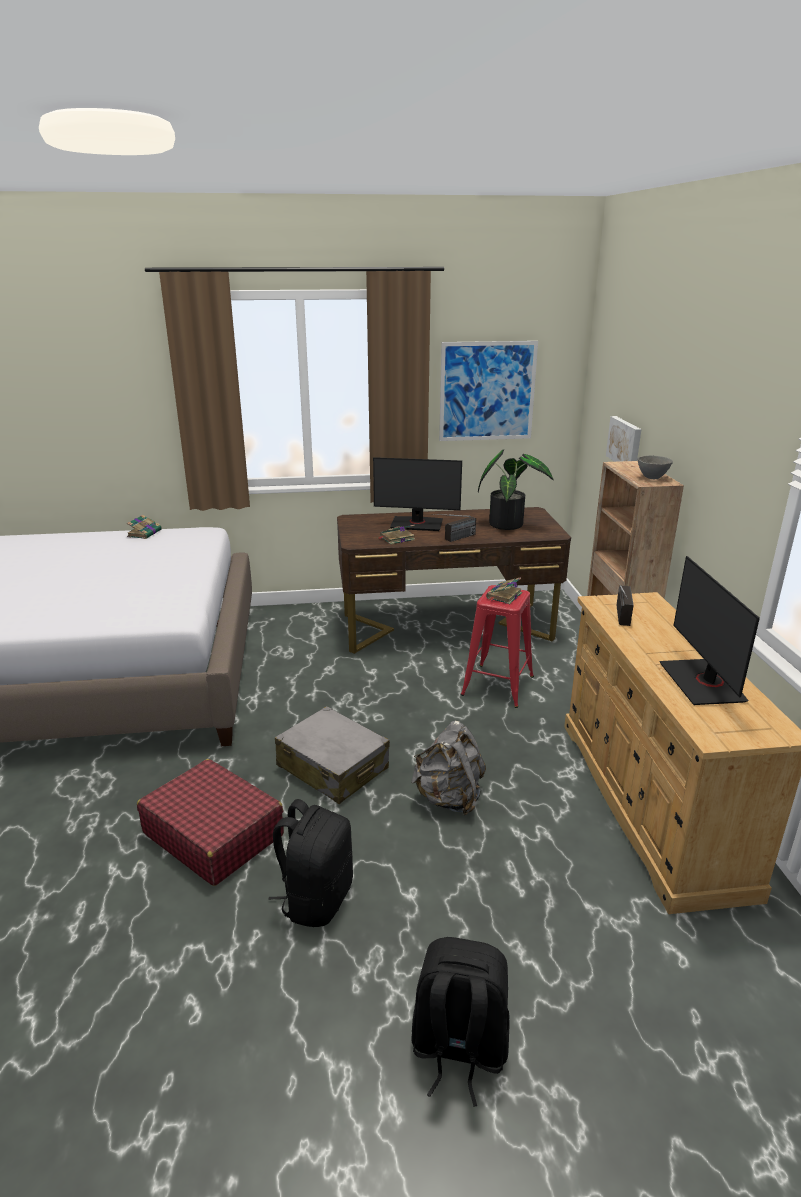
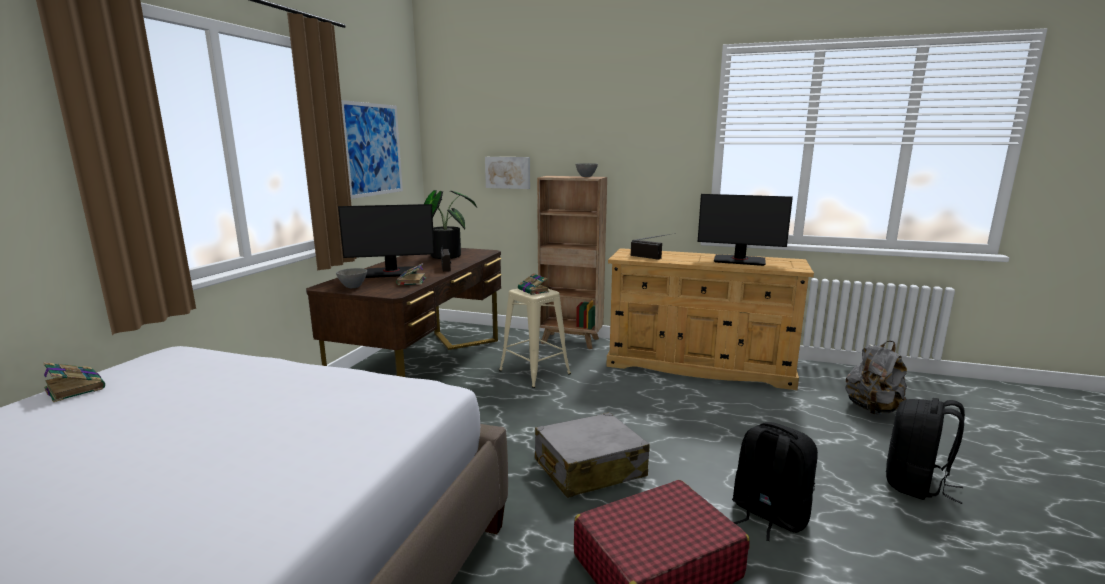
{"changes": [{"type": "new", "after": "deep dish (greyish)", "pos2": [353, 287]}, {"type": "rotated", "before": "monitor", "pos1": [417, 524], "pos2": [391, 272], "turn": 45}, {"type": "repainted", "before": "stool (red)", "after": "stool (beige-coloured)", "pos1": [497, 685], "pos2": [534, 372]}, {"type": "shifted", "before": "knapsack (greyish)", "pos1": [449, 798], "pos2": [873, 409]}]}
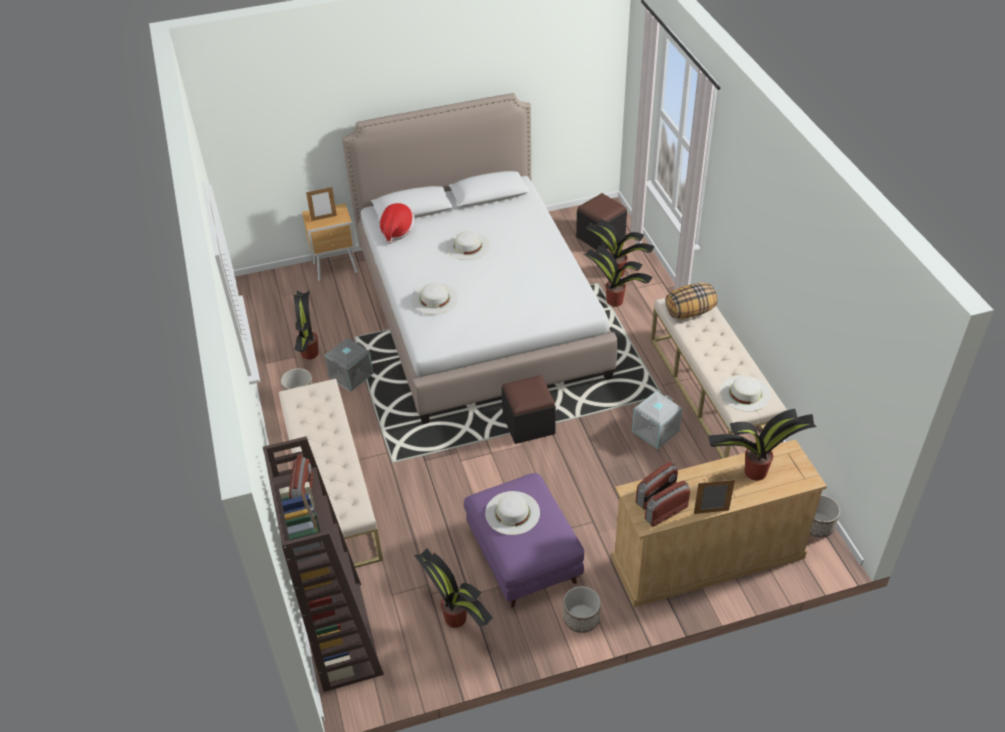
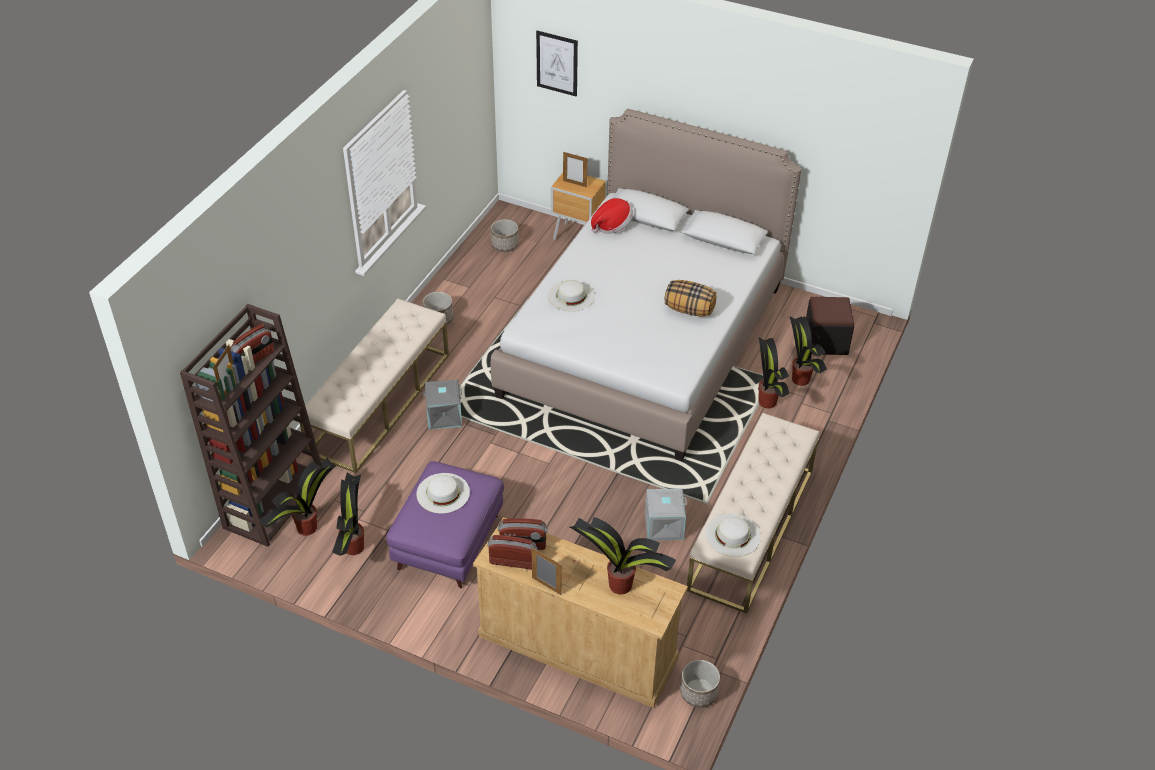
{"changes": [{"type": "shifted", "before": "potted plant", "pos1": [309, 354], "pos2": [306, 528]}, {"type": "shifted", "before": "storage container (greyish)", "pos1": [350, 375], "pos2": [444, 415]}, {"type": "shifted", "before": "flower pot", "pos1": [581, 618], "pos2": [505, 245]}, {"type": "new", "after": "wall picture", "pos2": [557, 63]}, {"type": "shifted", "before": "pillow", "pos1": [689, 312], "pos2": [689, 310]}, {"type": "gone", "before": "clothing hat (white)", "pos1": [467, 246]}, {"type": "gone", "before": "pouffe (black-coloured)", "pos1": [528, 424]}]}
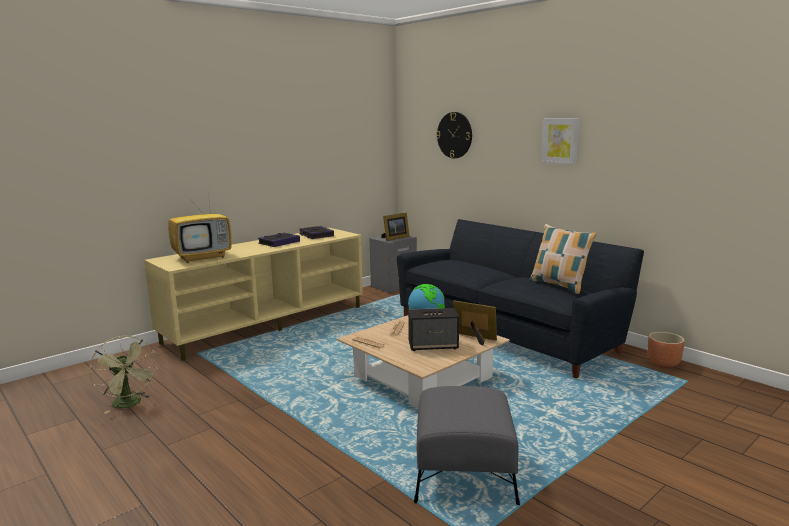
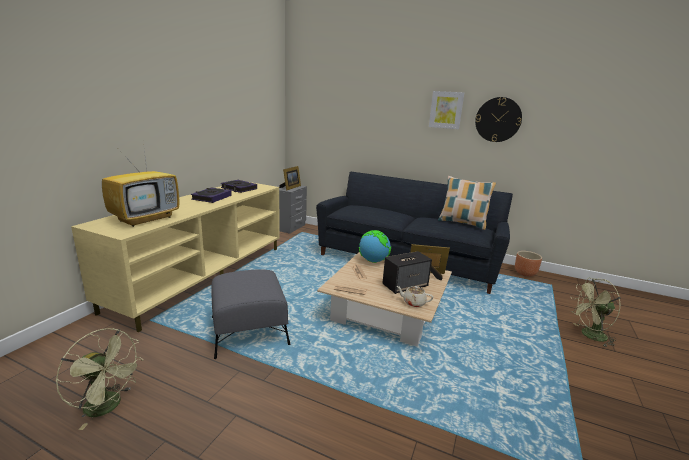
{"changes": [{"type": "shifted", "before": "pouffe (greyish)", "pos1": [464, 472], "pos2": [249, 330]}, {"type": "new", "after": "pot for tea (beige-coloured)", "pos2": [413, 302]}, {"type": "shifted", "before": "clock on the wall", "pos1": [454, 135], "pos2": [498, 119]}, {"type": "new", "after": "fan (green)", "pos2": [589, 335]}]}
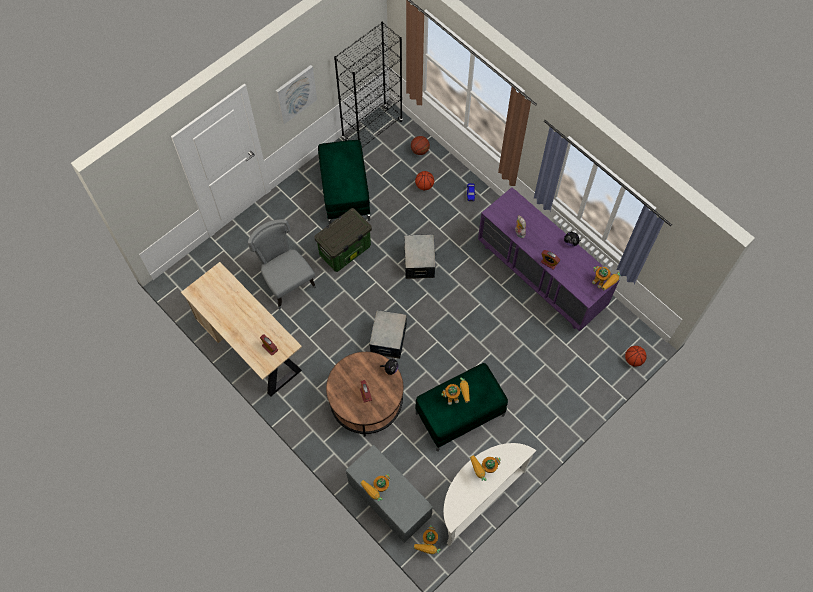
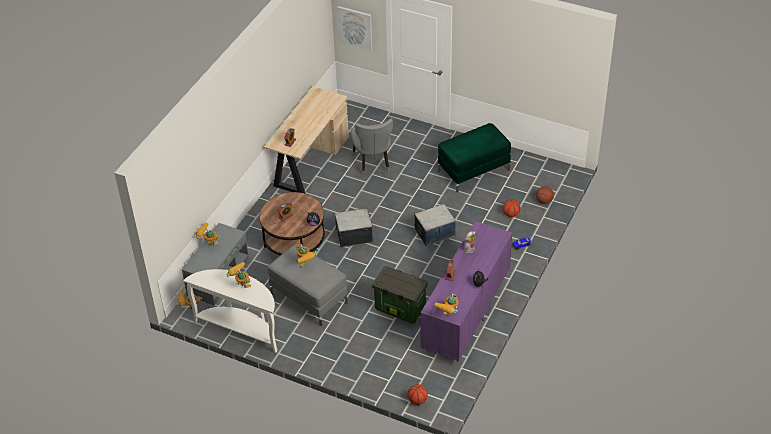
{"changes": [{"type": "repainted", "before": "pouffe (green)", "after": "pouffe (greyish)", "pos1": [460, 413], "pos2": [309, 297]}, {"type": "shifted", "before": "wall picture", "pos1": [296, 94], "pos2": [355, 28]}, {"type": "rotated", "before": "chair (greyish)", "pos1": [286, 282], "pos2": [373, 164], "turn": 135}, {"type": "shifted", "before": "storage container", "pos1": [345, 251], "pos2": [399, 308]}, {"type": "gone", "before": "shelving unit (black-coloured)", "pos1": [372, 130]}]}
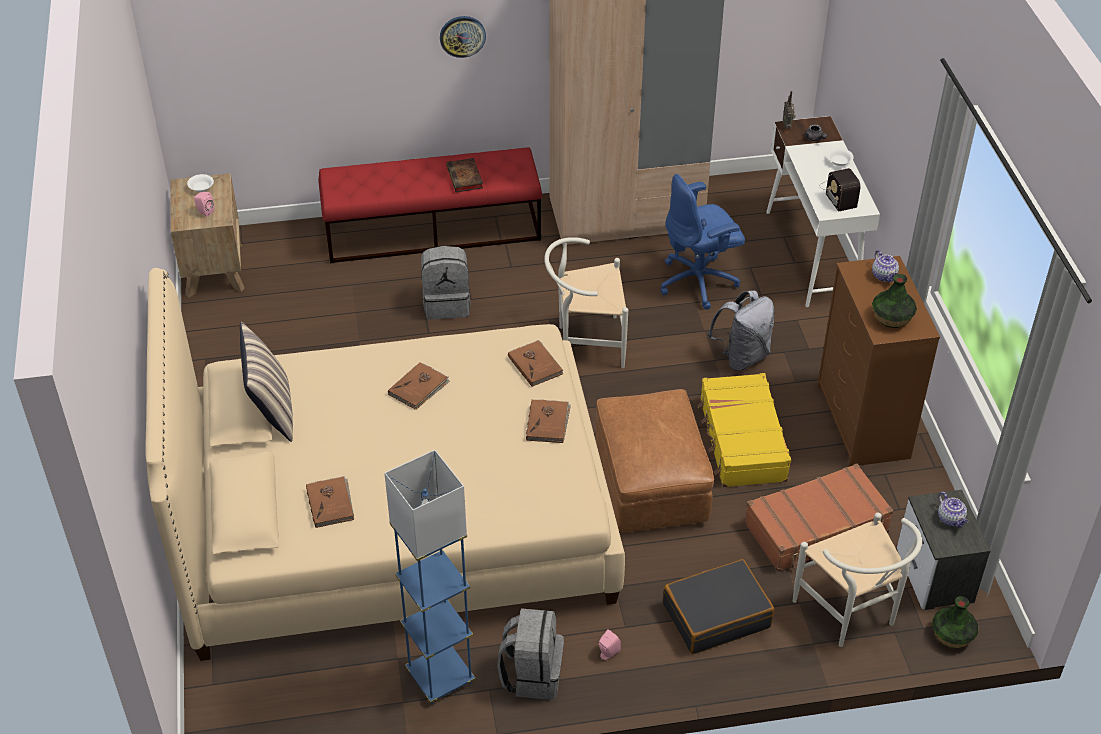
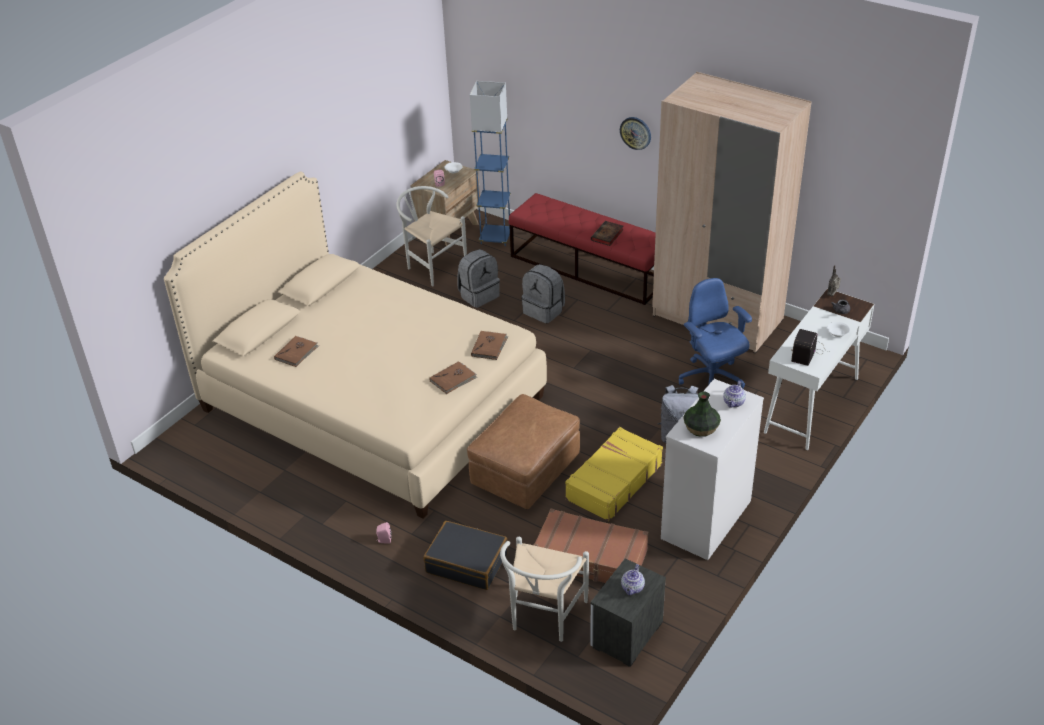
{"changes": [{"type": "shifted", "before": "chair (white)", "pos1": [585, 343], "pos2": [432, 265]}, {"type": "shifted", "before": "knapsack (greyish)", "pos1": [532, 675], "pos2": [479, 295]}, {"type": "shifted", "before": "floor lamp (bluish)", "pos1": [440, 677], "pos2": [495, 238]}, {"type": "repainted", "before": "chest of drawers (brownish)", "after": "chest of drawers (white)", "pos1": [863, 422], "pos2": [706, 520]}, {"type": "rotated", "before": "computer chair (bluish)", "pos1": [699, 282], "pos2": [711, 379], "turn": 45}, {"type": "gone", "before": "pillow", "pos1": [271, 411]}, {"type": "gone", "before": "volume (brownish)", "pos1": [419, 388]}, {"type": "gone", "before": "decorative vase", "pos1": [952, 636]}]}
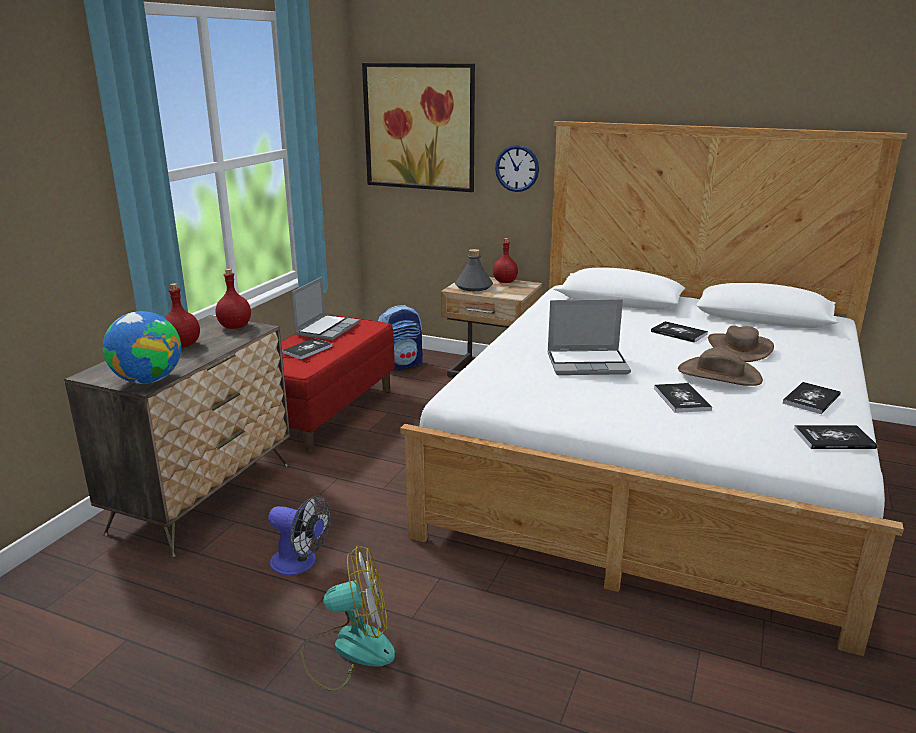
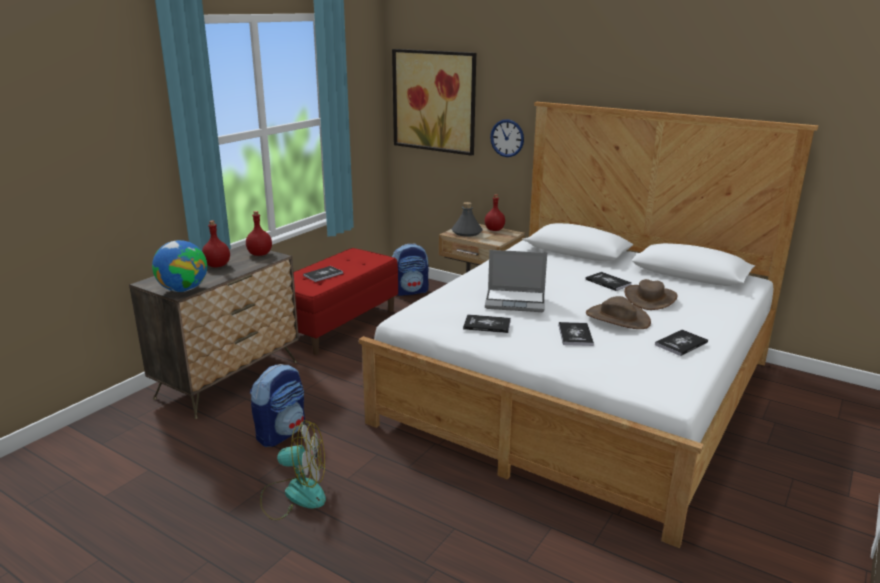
{"changes": [{"type": "swapped", "before": "fan", "after": "knapsack", "pos1": [300, 563], "pos2": [281, 433]}, {"type": "shifted", "before": "volume", "pos1": [834, 439], "pos2": [487, 325]}, {"type": "gone", "before": "portable computer", "pos1": [327, 328]}]}
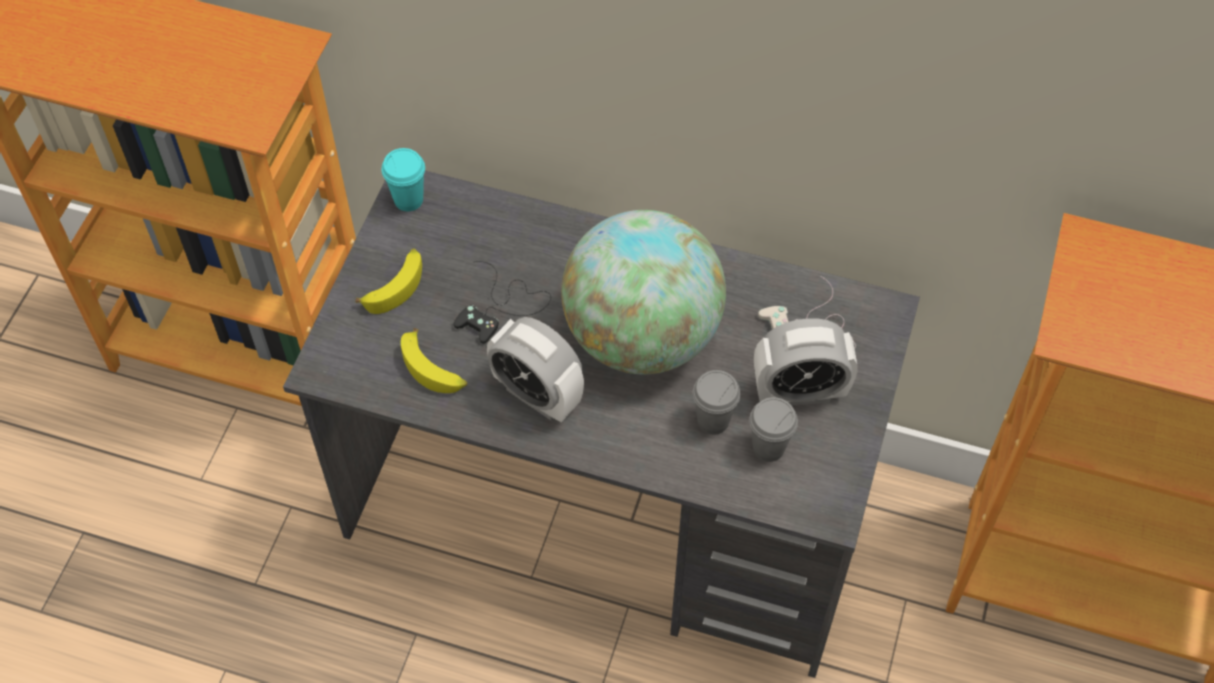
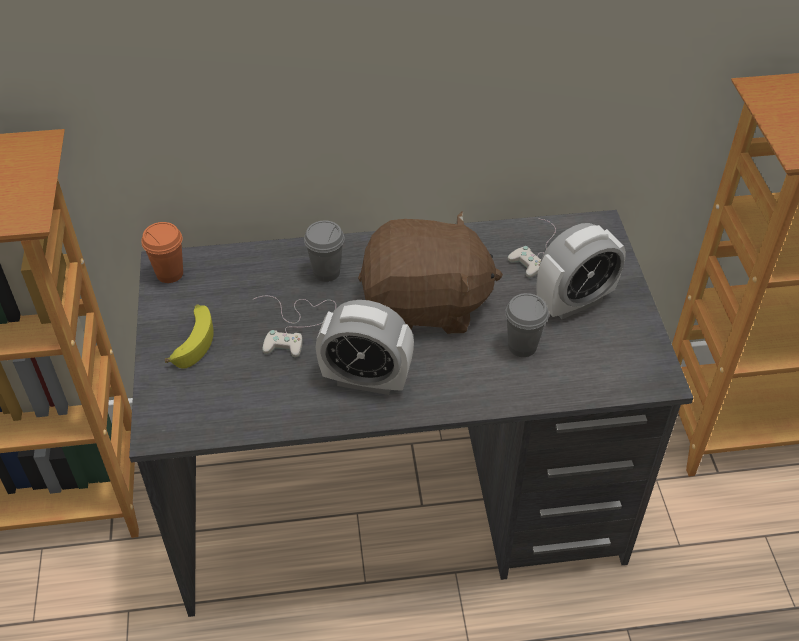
{"changes": [{"type": "repainted", "before": "cup (turquoise)", "after": "cup (orangey)", "pos1": [408, 200], "pos2": [169, 274]}, {"type": "repainted", "before": "game controller (black-coloured)", "after": "game controller (white)", "pos1": [502, 306], "pos2": [296, 324]}, {"type": "shifted", "before": "cup (greyish)", "pos1": [768, 448], "pos2": [326, 272]}, {"type": "swapped", "before": "desk globe", "after": "soft toy (brownish)", "pos1": [641, 335], "pos2": [425, 306]}, {"type": "gone", "before": "whole banana", "pos1": [434, 369]}]}
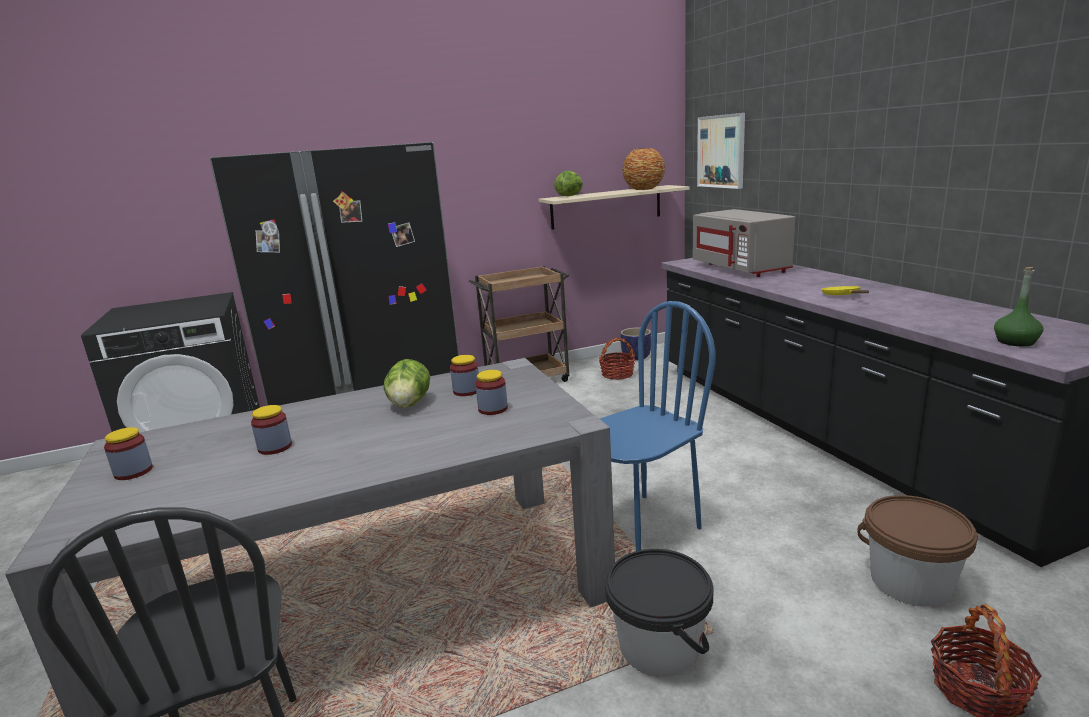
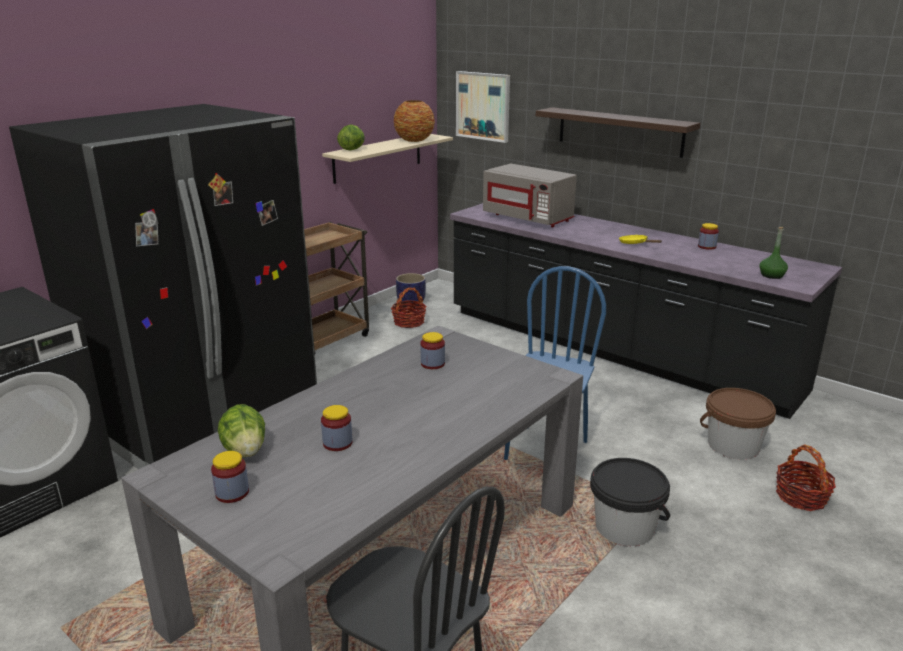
{"changes": [{"type": "shifted", "before": "lettuce", "pos1": [410, 404], "pos2": [245, 451]}, {"type": "new", "after": "wall shelf", "pos2": [619, 131]}, {"type": "shifted", "before": "preserve jar", "pos1": [493, 409], "pos2": [707, 246]}]}
